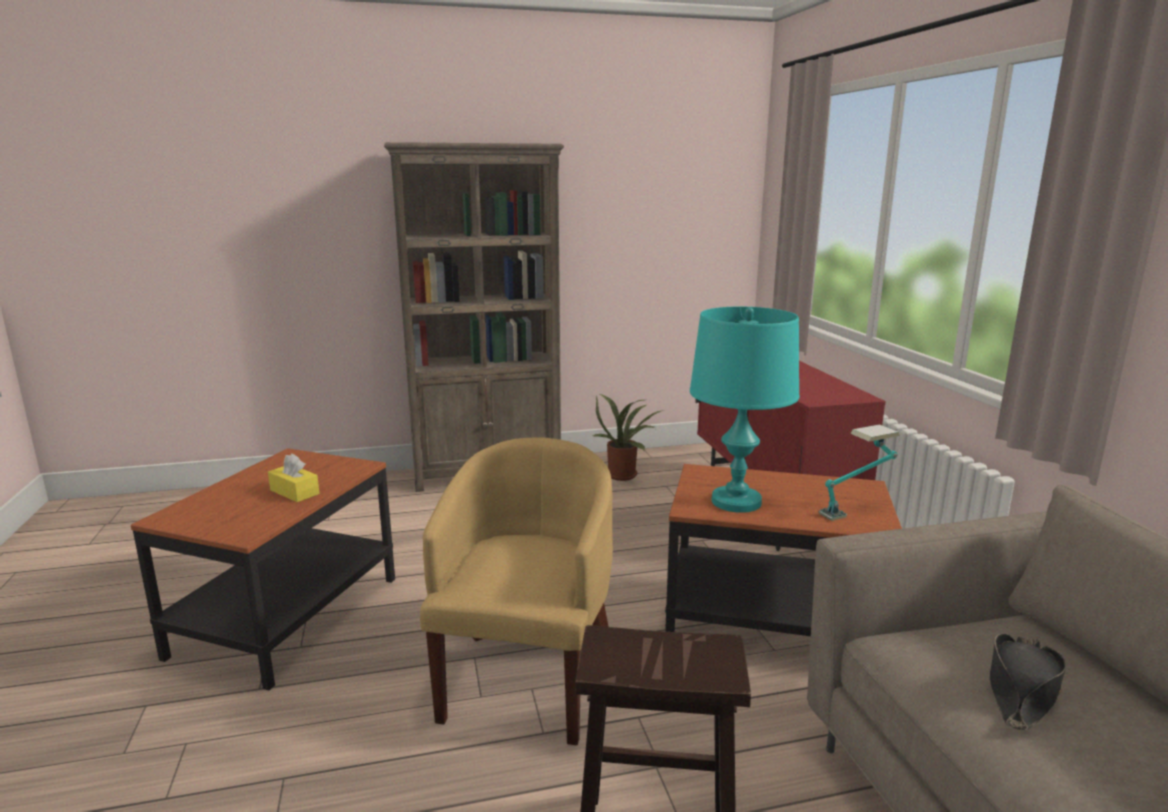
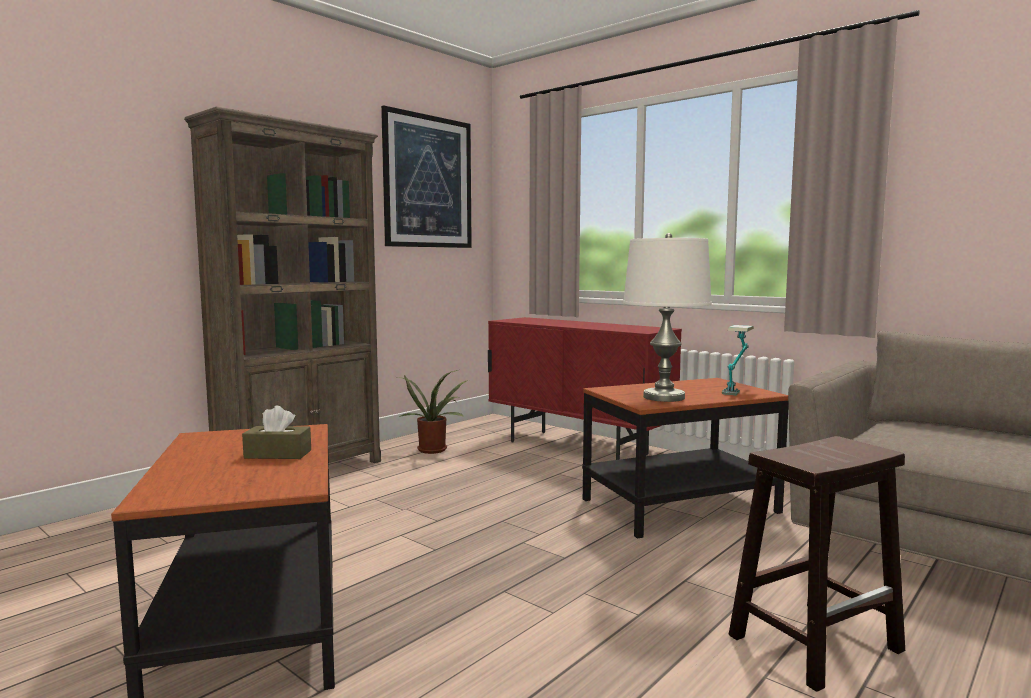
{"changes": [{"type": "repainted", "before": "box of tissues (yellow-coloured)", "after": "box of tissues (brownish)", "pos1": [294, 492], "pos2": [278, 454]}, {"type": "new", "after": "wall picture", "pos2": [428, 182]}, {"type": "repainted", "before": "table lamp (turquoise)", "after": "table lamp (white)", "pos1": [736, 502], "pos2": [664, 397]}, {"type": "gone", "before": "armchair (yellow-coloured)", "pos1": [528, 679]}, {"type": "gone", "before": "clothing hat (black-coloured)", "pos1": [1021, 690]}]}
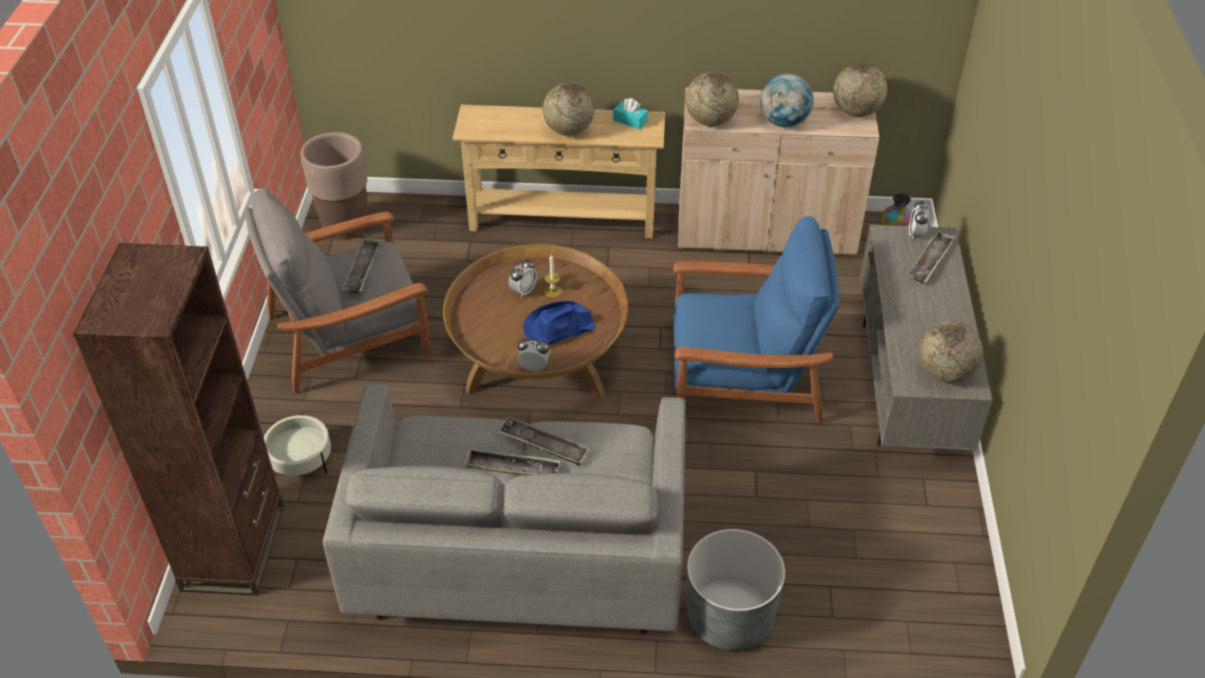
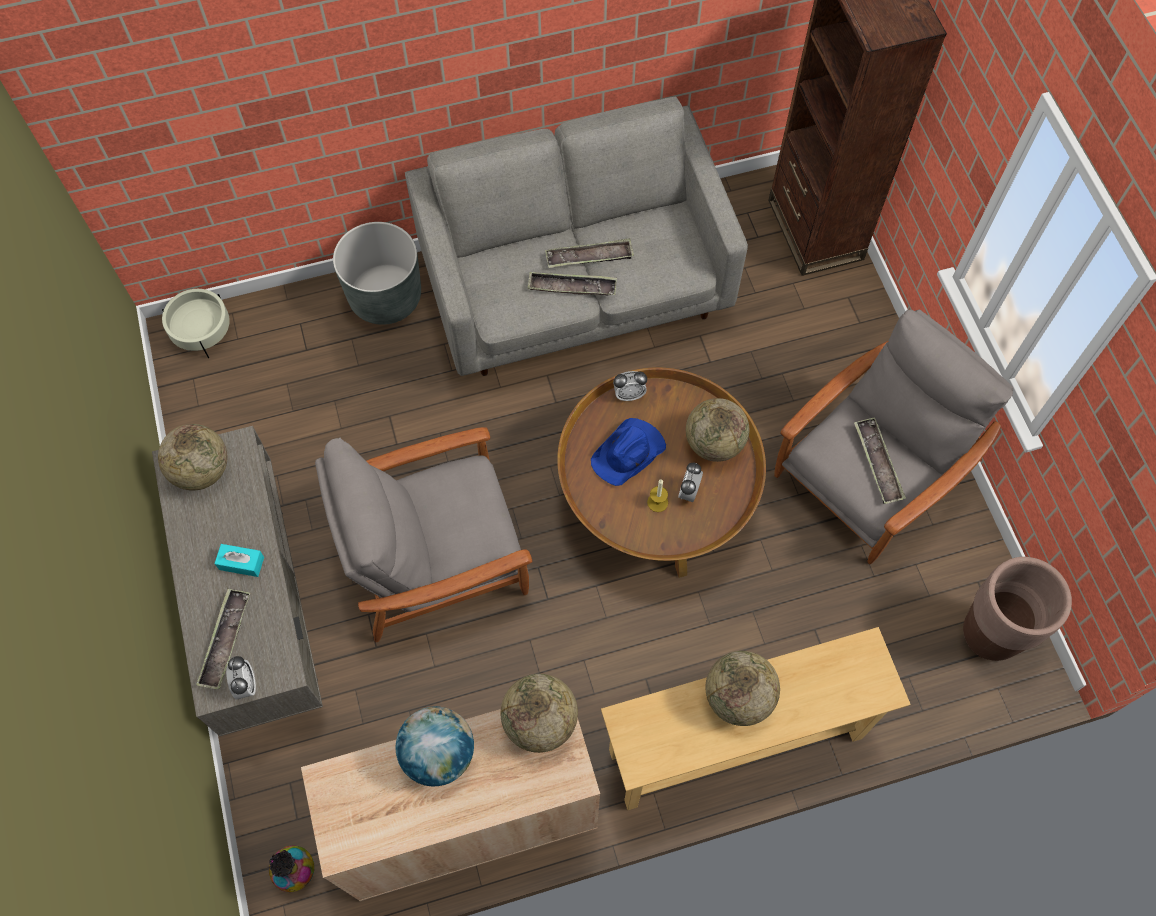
{"changes": [{"type": "shifted", "before": "flower pot (beige-coloured)", "pos1": [300, 460], "pos2": [202, 331]}, {"type": "shifted", "before": "box of tissues (turquoise)", "pos1": [630, 121], "pos2": [241, 563]}, {"type": "repainted", "before": "armchair (bluish)", "after": "armchair (greyish)", "pos1": [743, 377], "pos2": [436, 557]}, {"type": "shifted", "before": "desk globe", "pos1": [856, 112], "pos2": [714, 443]}]}
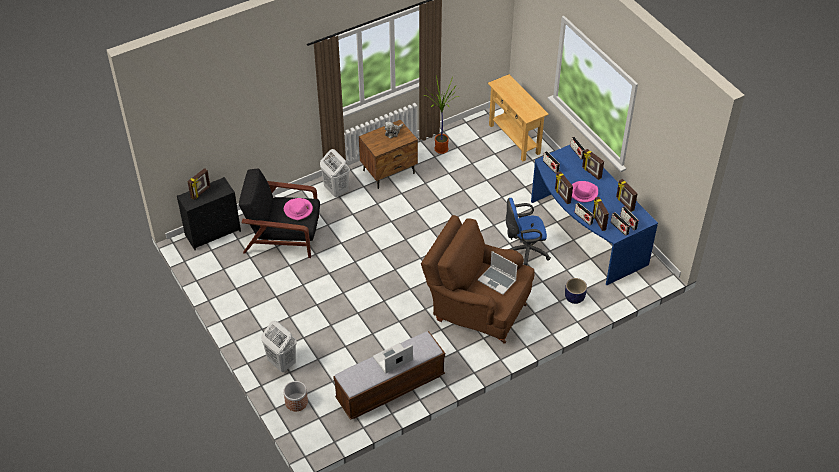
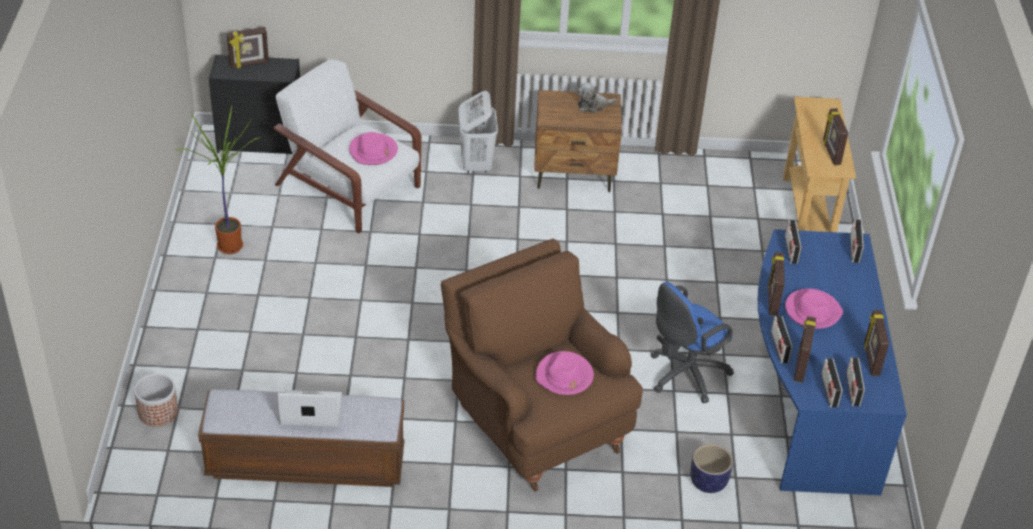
{"changes": [{"type": "shifted", "before": "potted plant", "pos1": [440, 150], "pos2": [228, 246]}, {"type": "repainted", "before": "armchair (black-coloured)", "after": "armchair (white)", "pos1": [283, 235], "pos2": [350, 187]}, {"type": "swapped", "before": "portable computer", "after": "clothing hat (pink-coloured)", "pos1": [497, 280], "pos2": [564, 376]}, {"type": "rotated", "before": "computer chair (bluish)", "pos1": [524, 252], "pos2": [684, 375], "turn": -60}, {"type": "shifted", "before": "picture frame", "pos1": [591, 173], "pos2": [831, 153]}, {"type": "gone", "before": "laundry basket (white)", "pos1": [281, 363]}]}
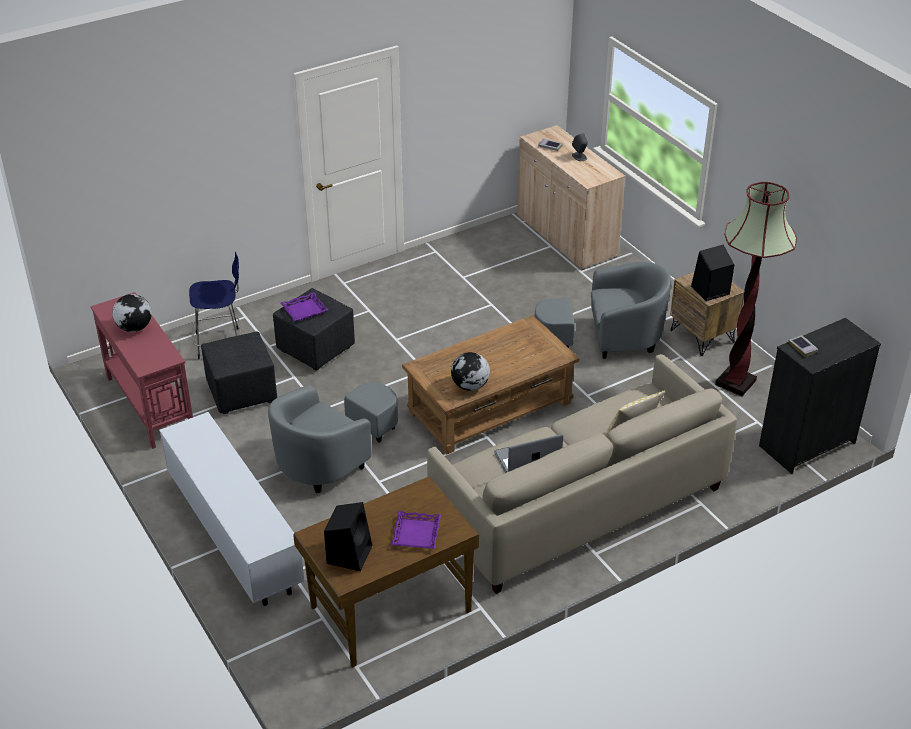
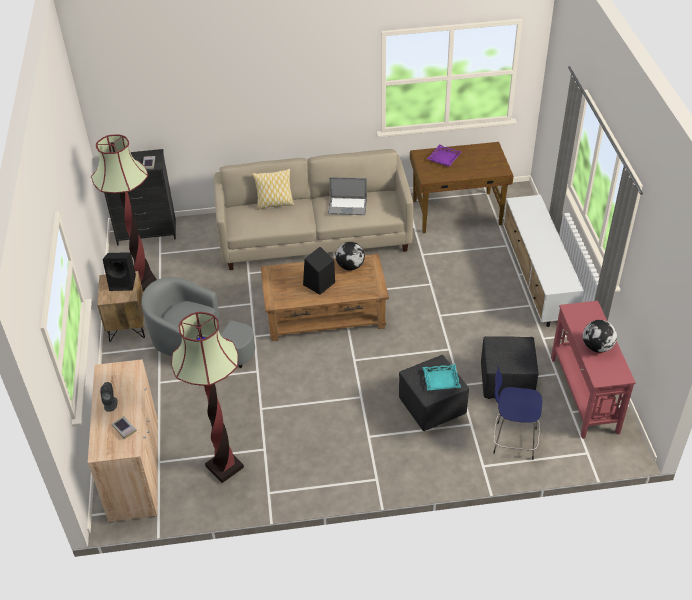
{"changes": [{"type": "new", "after": "floor lamp", "pos2": [224, 467]}, {"type": "shifted", "before": "loudspeaker (black-coloured)", "pos1": [349, 553], "pos2": [318, 284]}, {"type": "repainted", "before": "serving tray (purplish)", "after": "serving tray (turquoise)", "pos1": [304, 310], "pos2": [441, 380]}, {"type": "gone", "before": "armchair (greyish)", "pos1": [332, 457]}]}
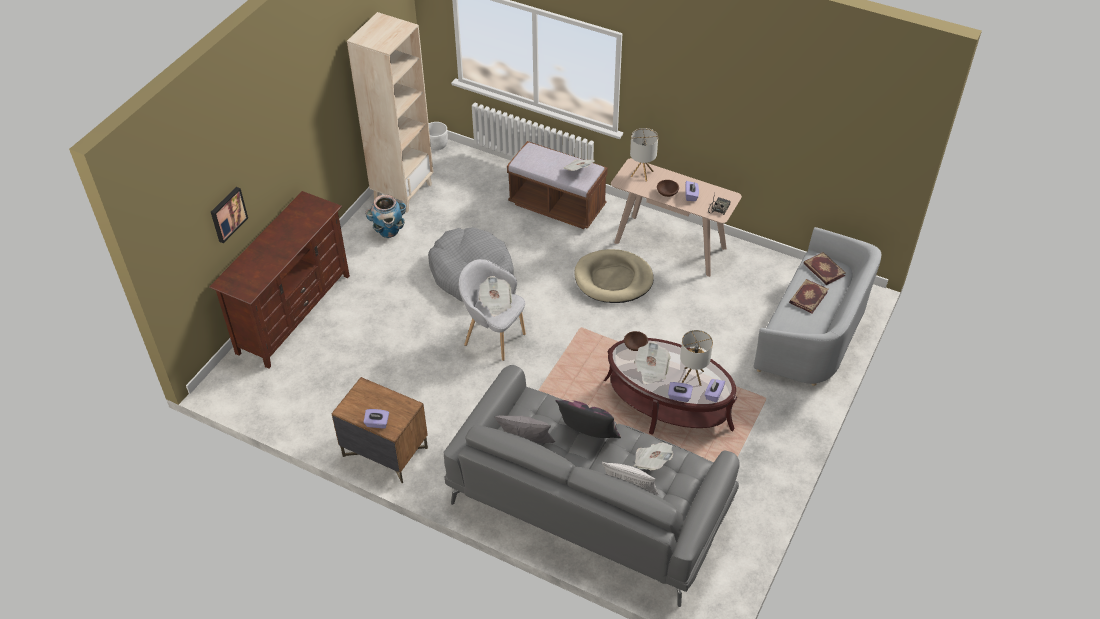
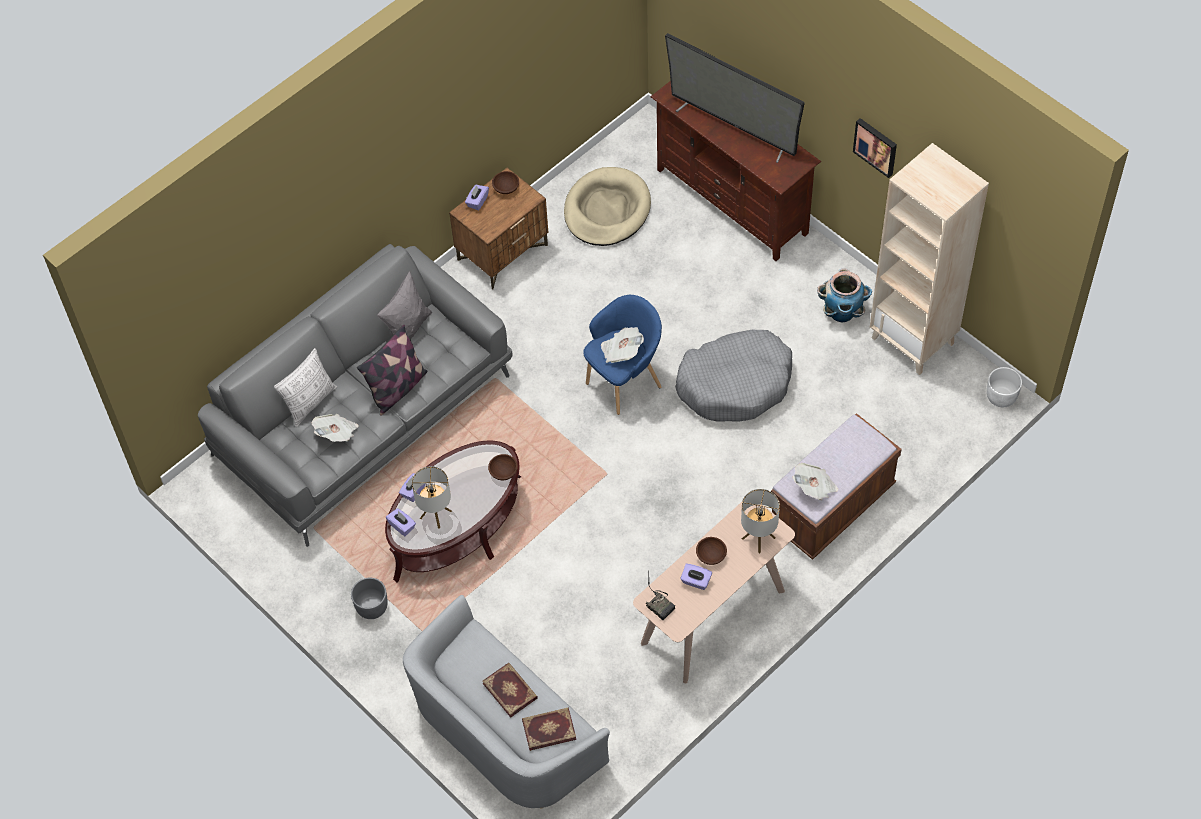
{"changes": [{"type": "new", "after": "flower pot (greyish)", "pos2": [372, 607]}, {"type": "new", "after": "deep dish (brownish)", "pos2": [506, 187]}, {"type": "shifted", "before": "dog cushion (beige-coloured)", "pos1": [613, 279], "pos2": [607, 210]}, {"type": "repainted", "before": "armchair (greyish)", "after": "armchair (bluish)", "pos1": [493, 337], "pos2": [625, 382]}, {"type": "new", "after": "television", "pos2": [733, 127]}, {"type": "shifted", "before": "wall picture", "pos1": [227, 214], "pos2": [876, 146]}, {"type": "gone", "before": "daily paper", "pos1": [651, 370]}]}
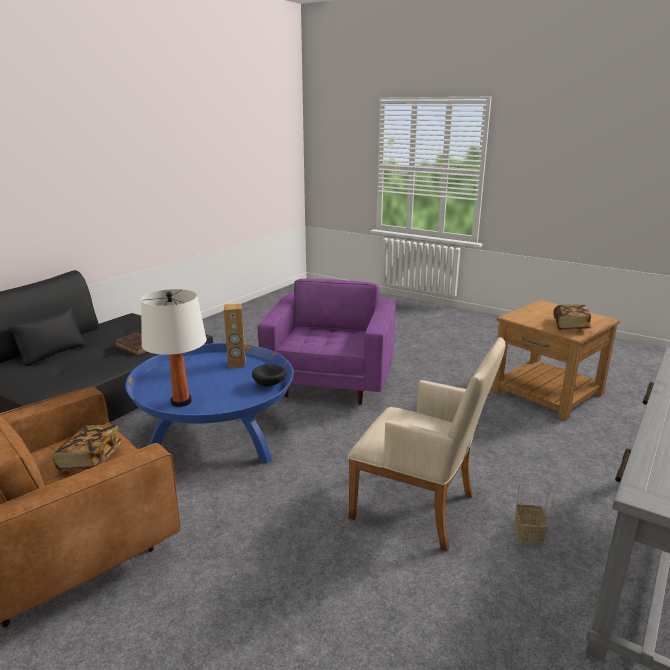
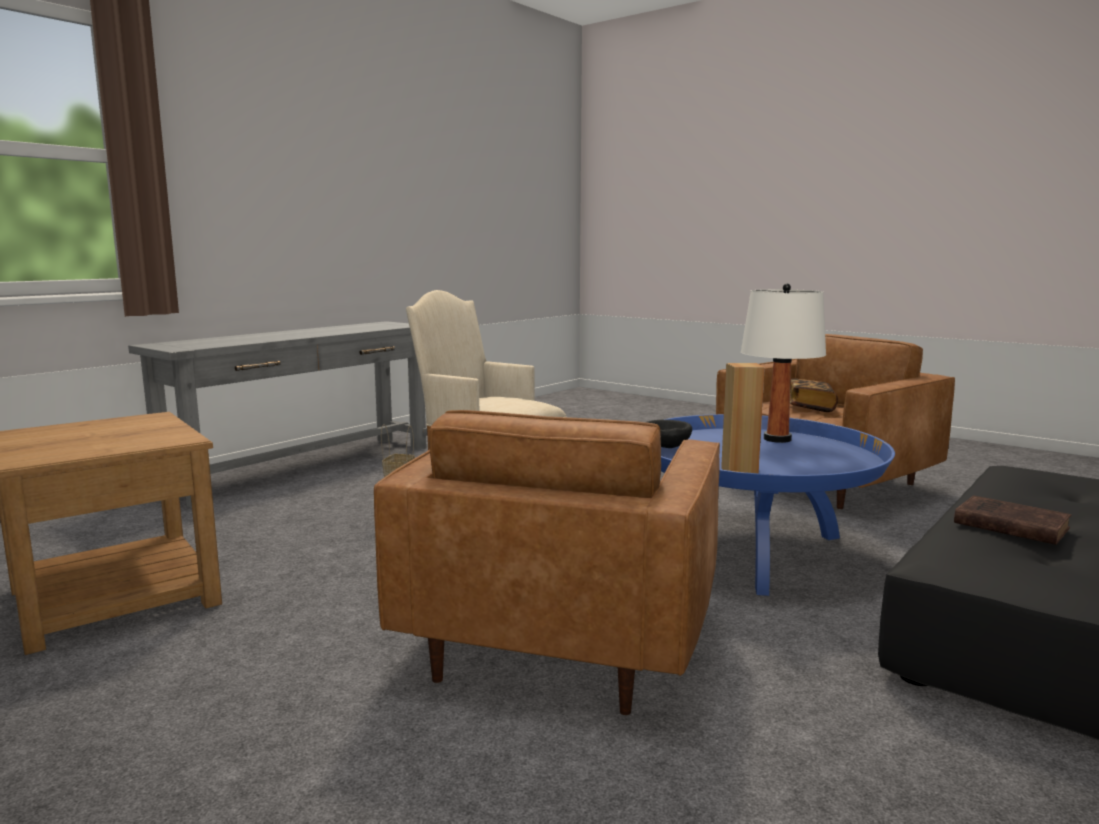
{"changes": [{"type": "repainted", "before": "armchair (purplish)", "after": "armchair (brownish)", "pos1": [331, 382], "pos2": [561, 638]}, {"type": "gone", "before": "volume", "pos1": [570, 326]}]}
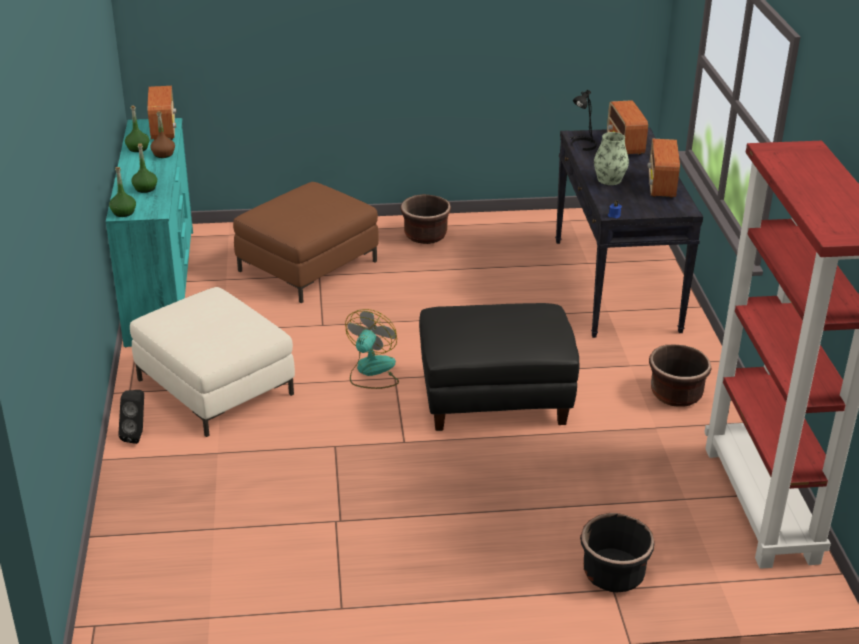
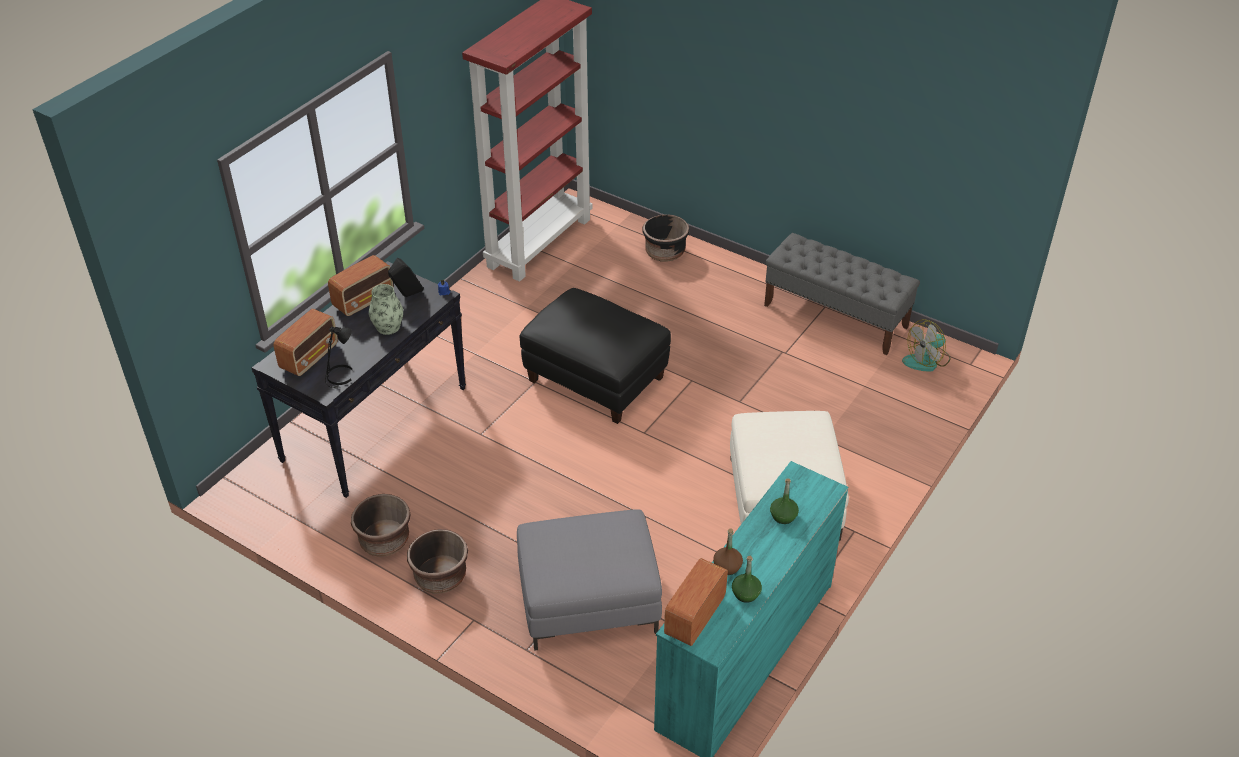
{"changes": [{"type": "shifted", "before": "flower pot (brownish)", "pos1": [675, 394], "pos2": [384, 541]}, {"type": "shifted", "before": "loudspeaker (black-coloured)", "pos1": [137, 435], "pos2": [407, 296]}, {"type": "repainted", "before": "pouffe (brownish)", "after": "pouffe (greyish)", "pos1": [308, 266], "pos2": [588, 600]}, {"type": "new", "after": "bench (greyish)", "pos2": [836, 316]}, {"type": "shifted", "before": "fan", "pos1": [372, 371], "pos2": [927, 360]}, {"type": "gone", "before": "bottle (green)", "pos1": [123, 212]}]}
